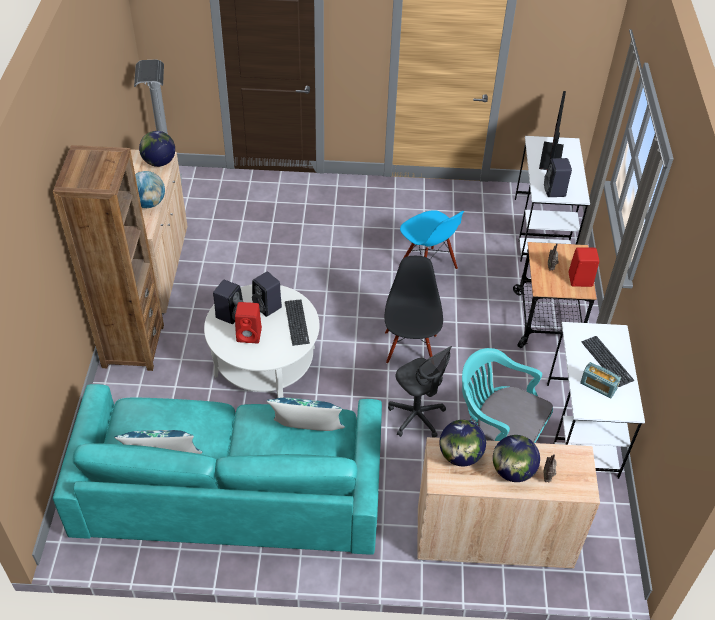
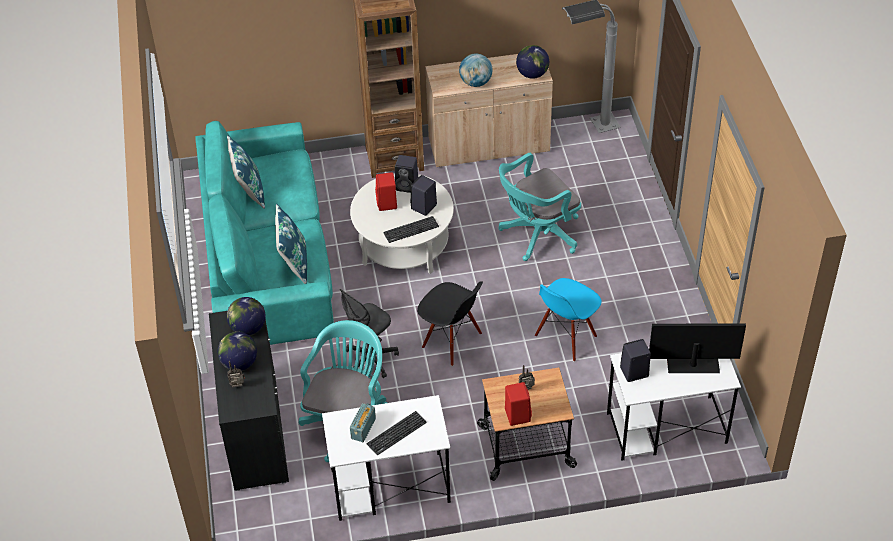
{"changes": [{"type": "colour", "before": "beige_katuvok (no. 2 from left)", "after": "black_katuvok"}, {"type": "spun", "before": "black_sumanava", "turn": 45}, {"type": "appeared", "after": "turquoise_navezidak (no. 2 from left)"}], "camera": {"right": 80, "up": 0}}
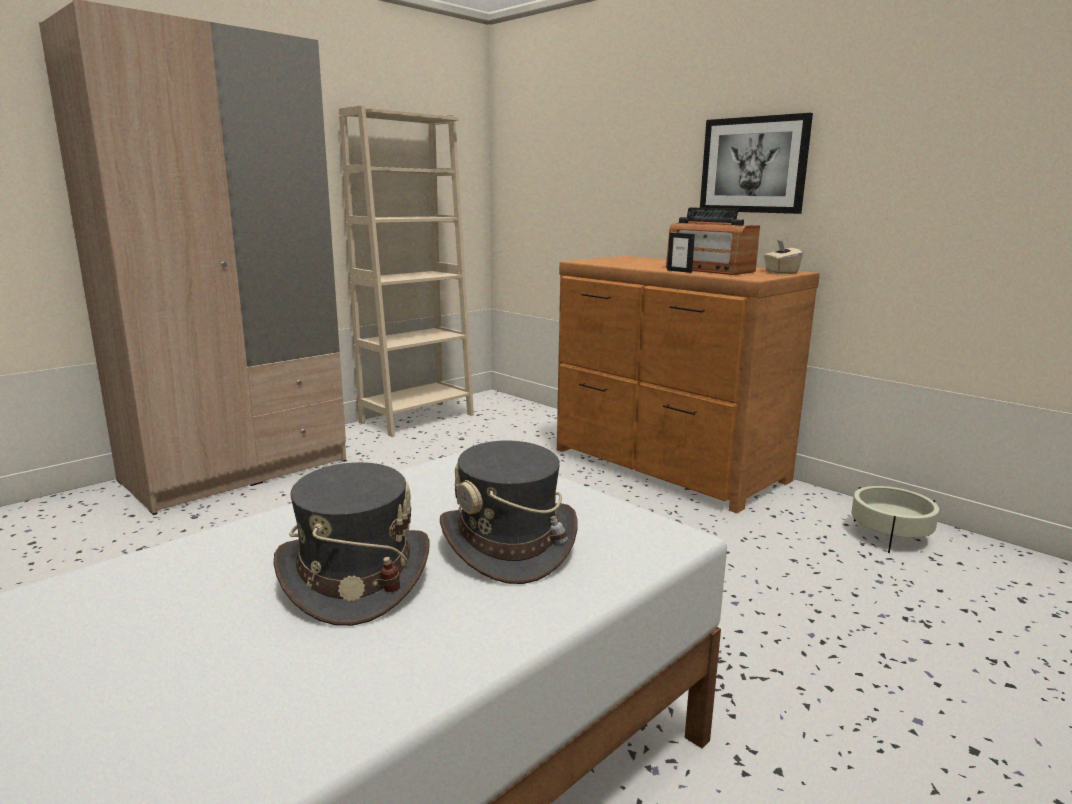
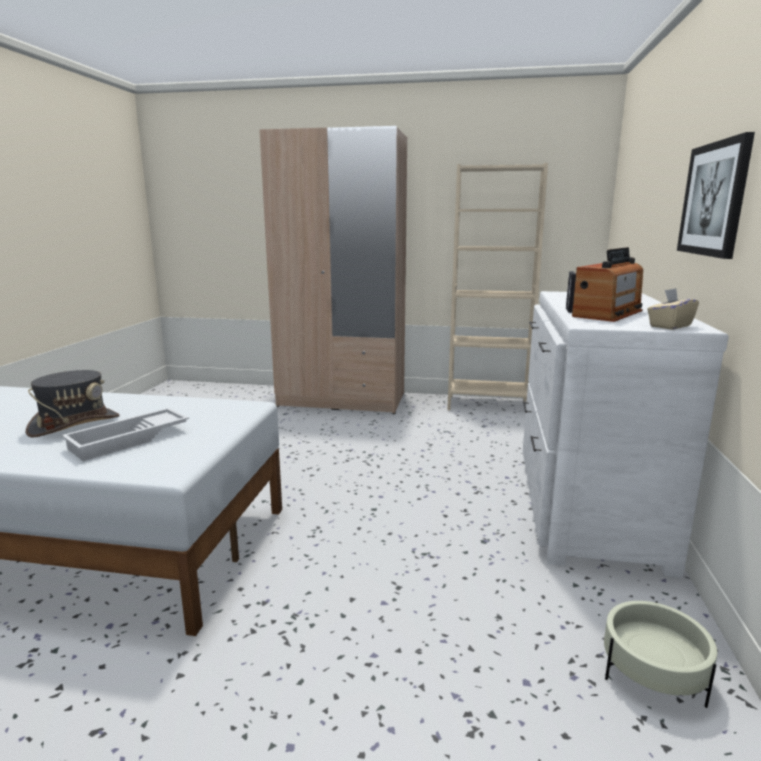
{"changes": [{"type": "exchanged", "before": "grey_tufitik (no. 2 from left)", "after": "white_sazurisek"}, {"type": "colour", "before": "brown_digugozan", "after": "white_digugozan"}, {"type": "spun", "before": "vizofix", "turn": -150}], "camera": {"right": 55, "up": 0}}
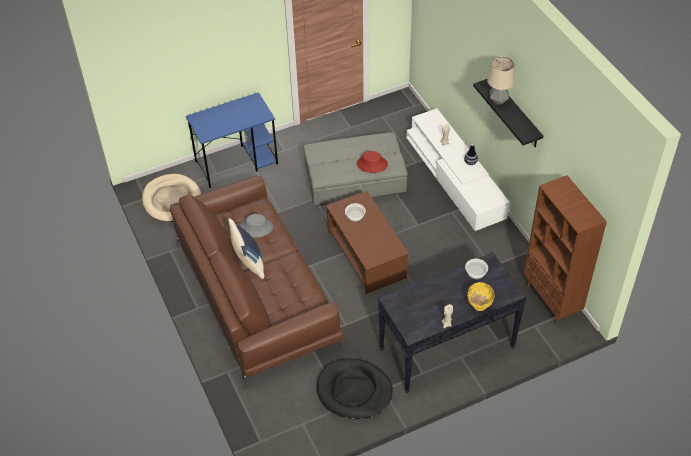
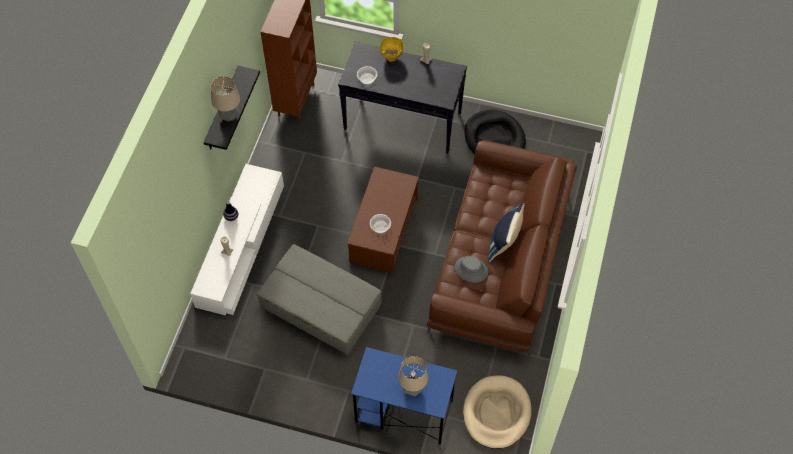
{"changes": [{"type": "appeared", "after": "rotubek (no. 2 from left)"}, {"type": "missing", "before": "red_tufitik"}], "camera": {"right": -140, "up": 10}}
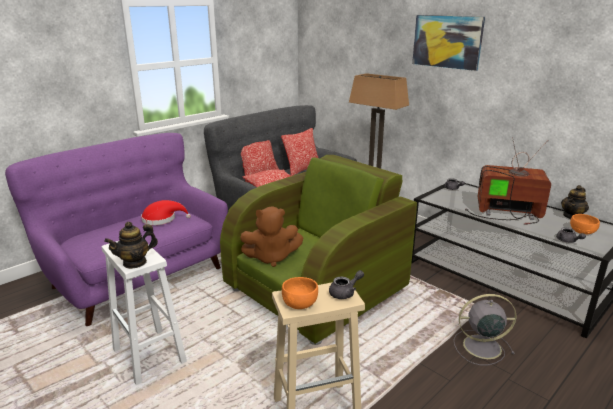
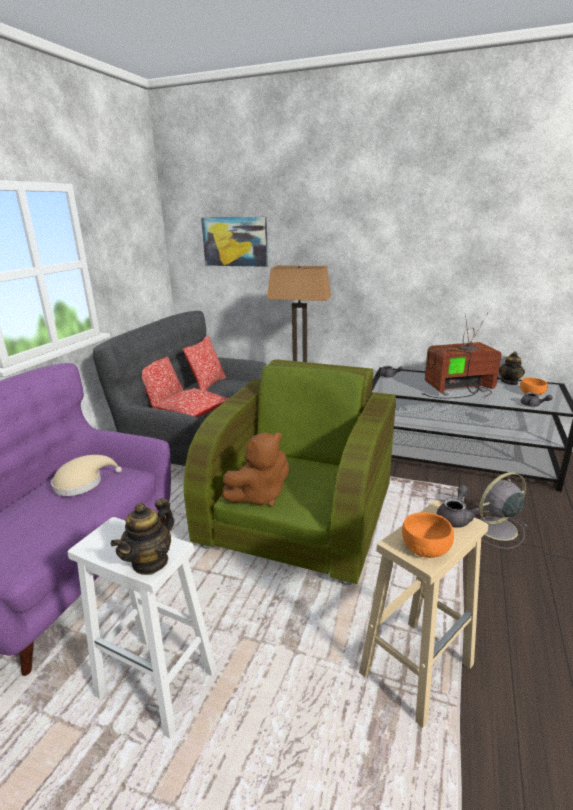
{"changes": [{"type": "colour", "before": "red_tufitik", "after": "beige_tufitik"}, {"type": "relocated", "before": "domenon"}], "camera": {"right": -25, "up": 0}}
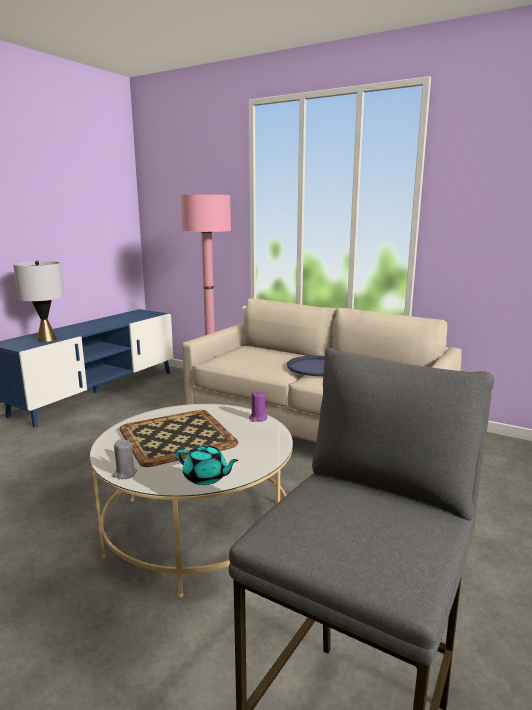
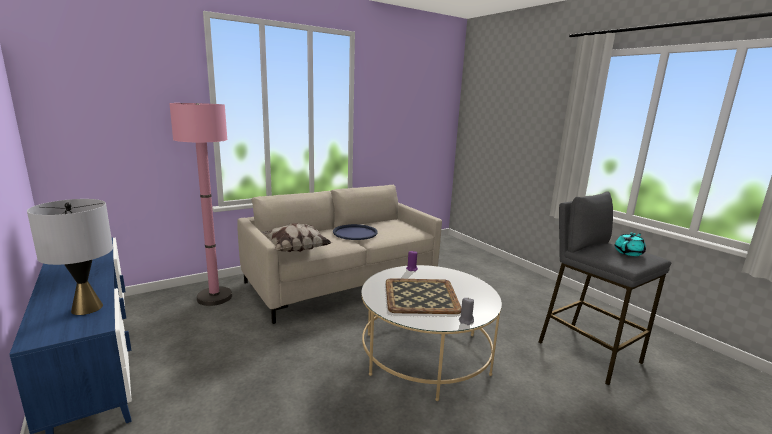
{"changes": [{"type": "appeared", "after": "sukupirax"}, {"type": "relocated", "before": "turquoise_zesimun"}], "camera": {"right": -65, "up": 0}}
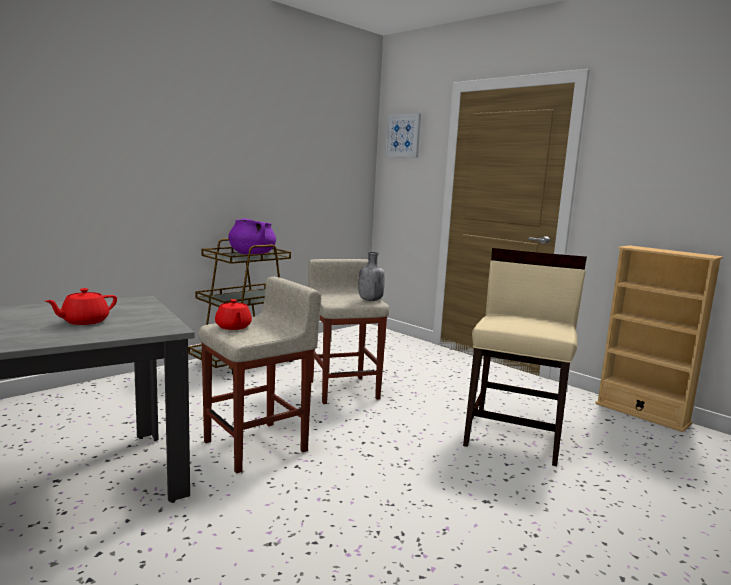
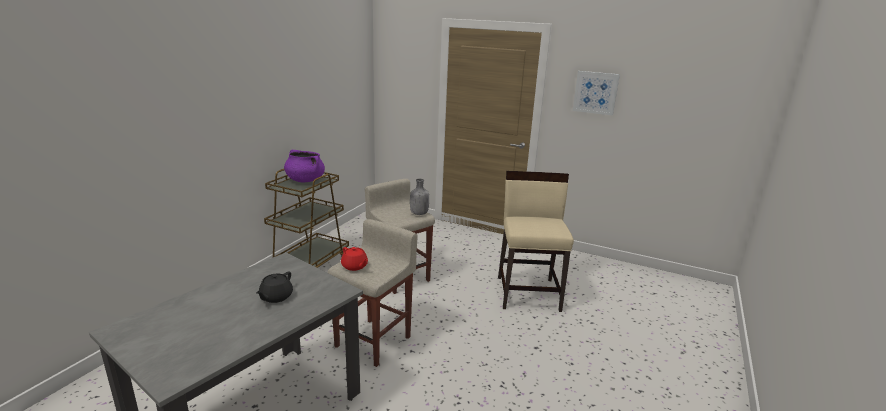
{"changes": [{"type": "colour", "before": "red_zesimun (no. 1 from left)", "after": "black_zesimun"}, {"type": "relocated", "before": "domenon"}, {"type": "missing", "before": "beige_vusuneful"}], "camera": {"right": -20, "up": 10}}
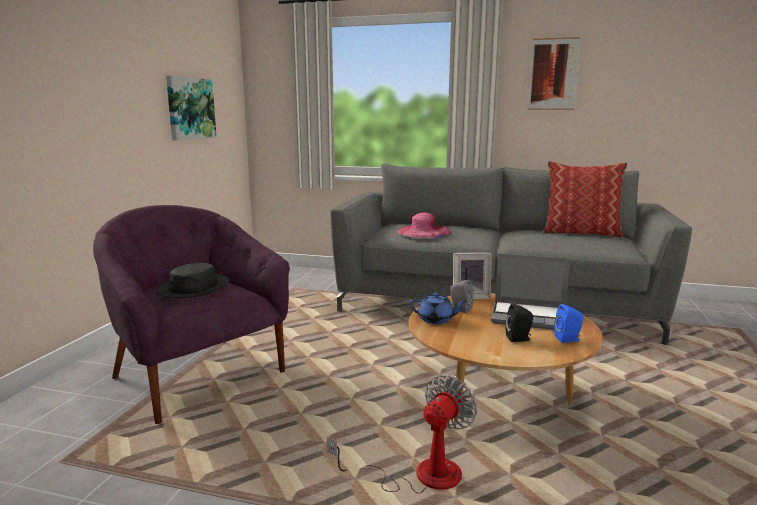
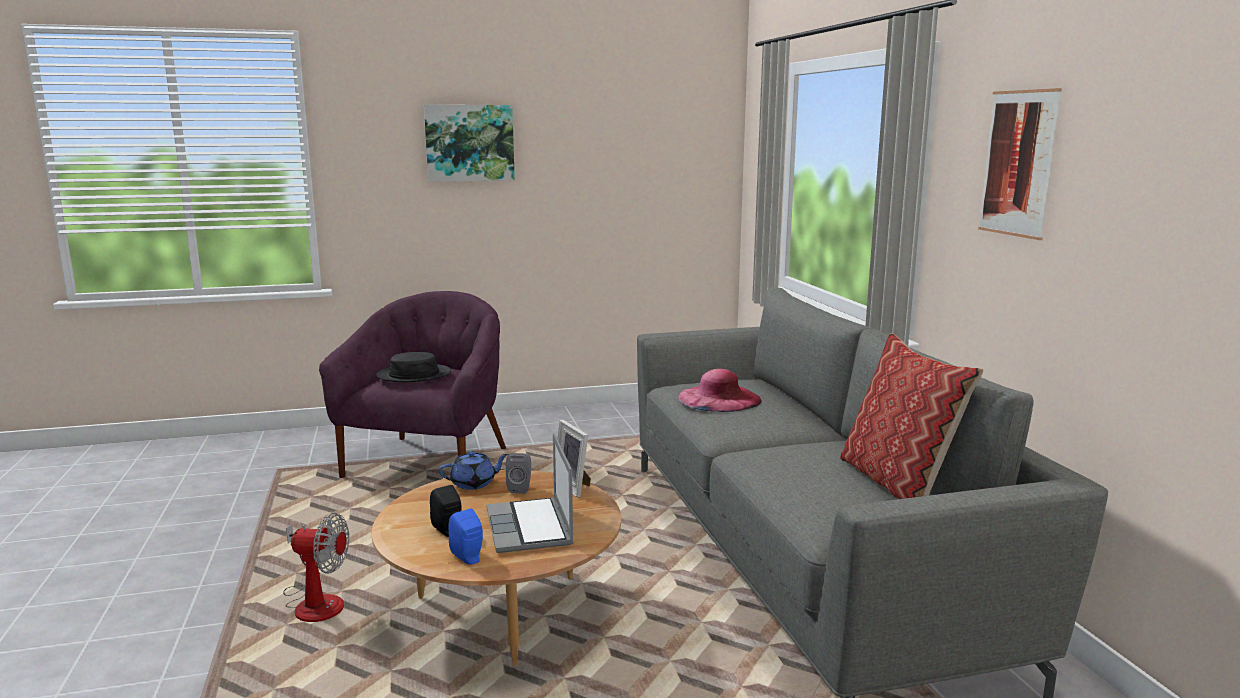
{"changes": [{"type": "relocated", "before": "domenon (no. 1 from left)"}, {"type": "spun", "before": "blue_zesimun", "turn": -90}], "camera": {"right": 60, "up": 0}}
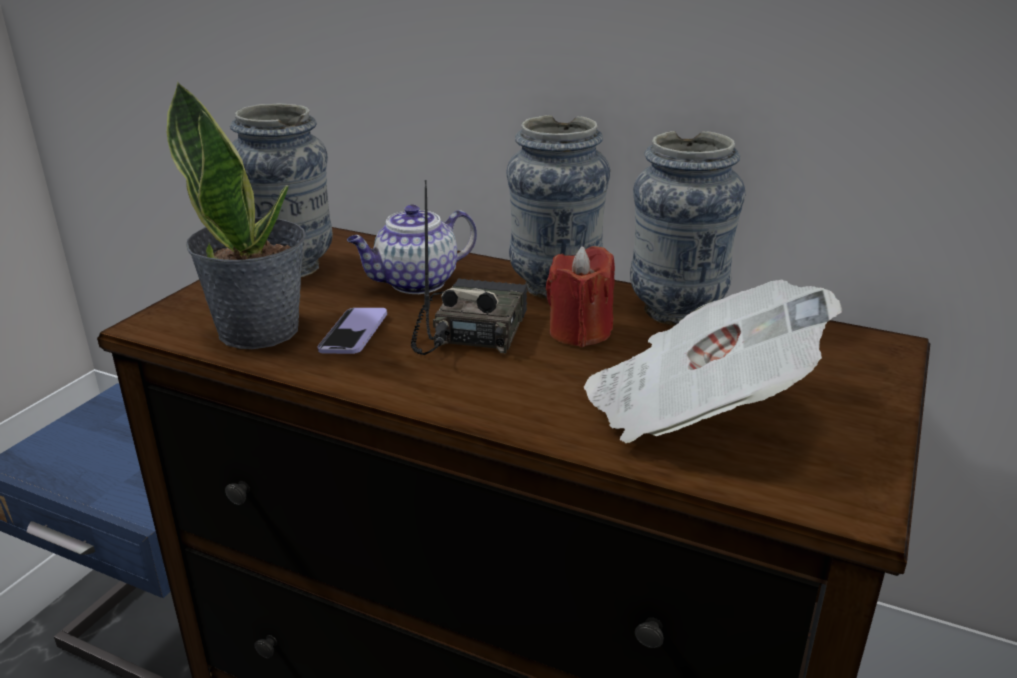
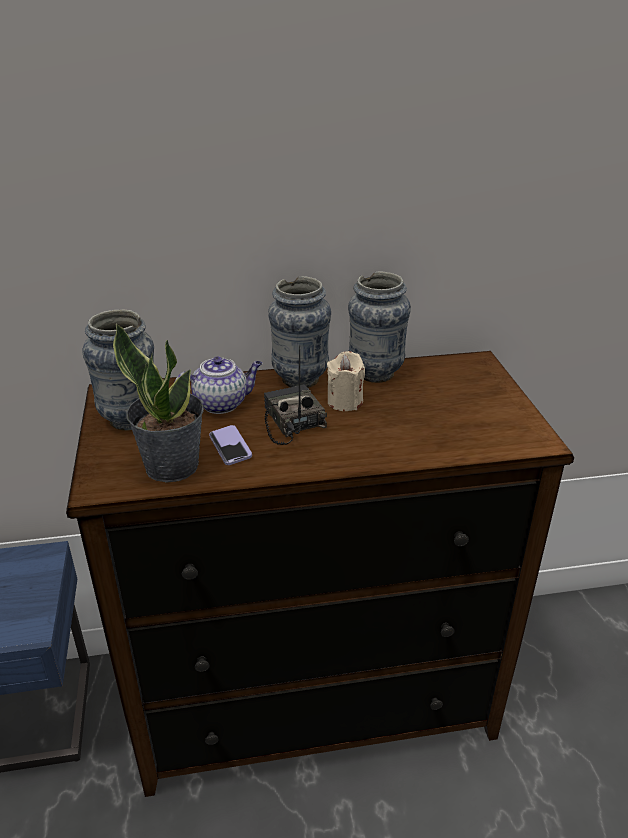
{"changes": [{"type": "spun", "before": "zesimun", "turn": -135}, {"type": "colour", "before": "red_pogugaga", "after": "beige_pogugaga"}, {"type": "missing", "before": "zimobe"}], "camera": {"right": -35, "up": 5}}
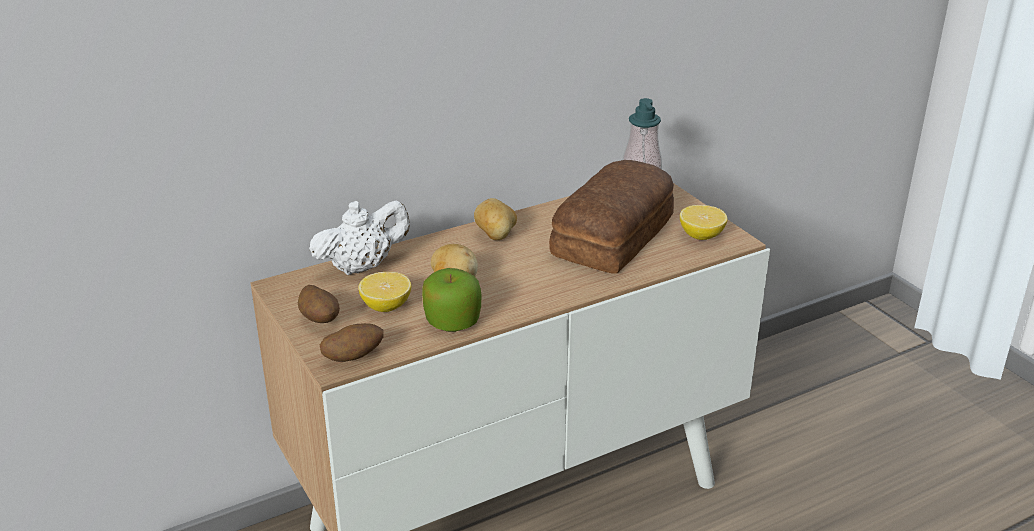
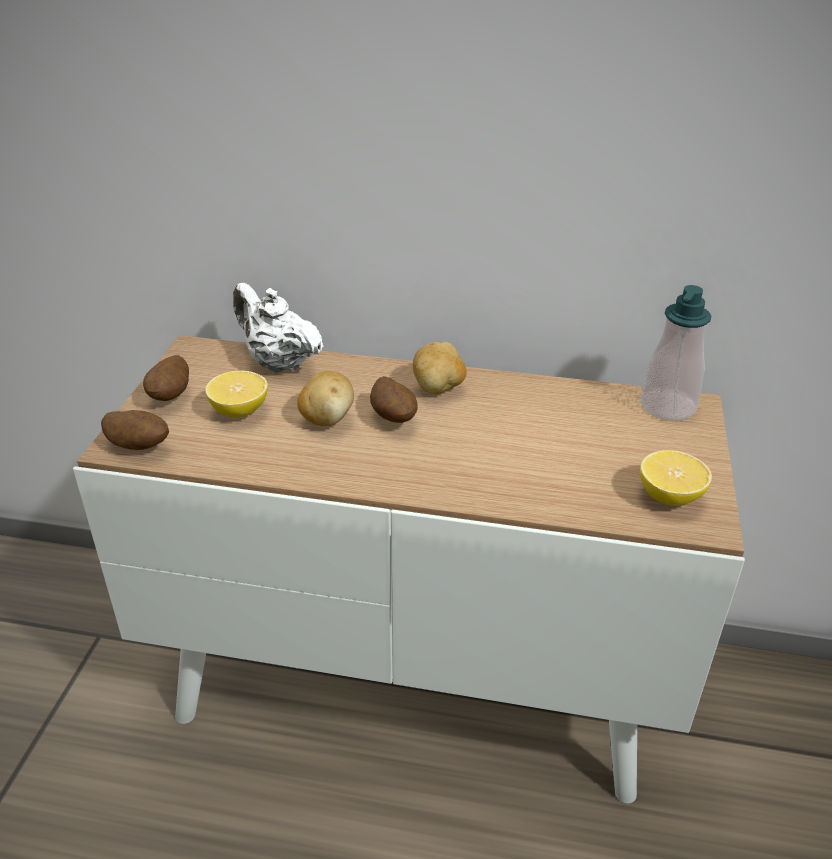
{"changes": [{"type": "spun", "before": "white_zesimun", "turn": -150}, {"type": "appeared", "after": "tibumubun (no. 4 from left)"}, {"type": "missing", "before": "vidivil"}, {"type": "missing", "before": "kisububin"}], "camera": {"right": 40, "up": 5}}
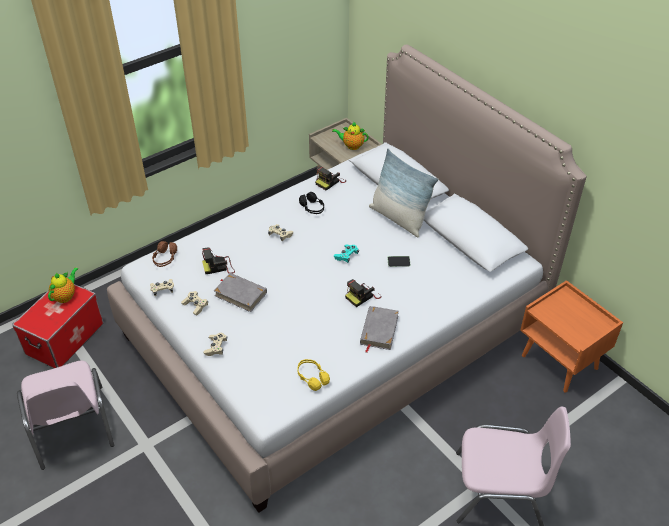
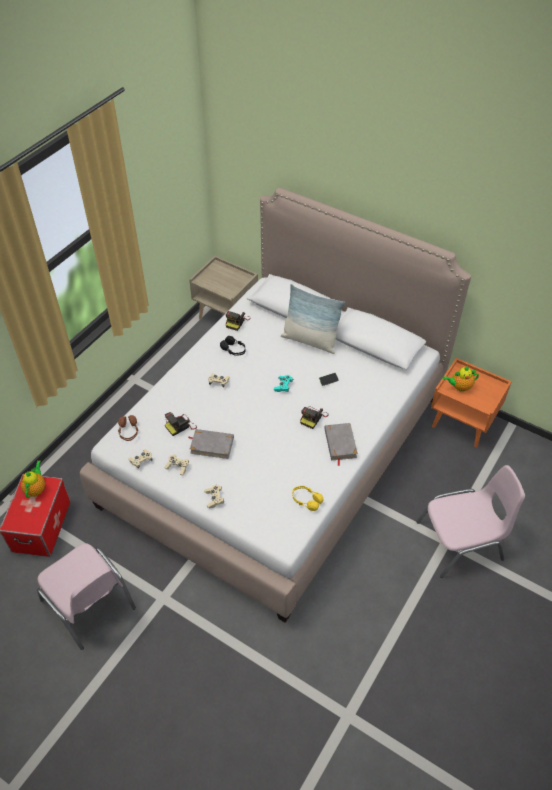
{"changes": [{"type": "relocated", "before": "zesimun (no. 2 from left)"}], "camera": {"right": -20, "up": 5}}
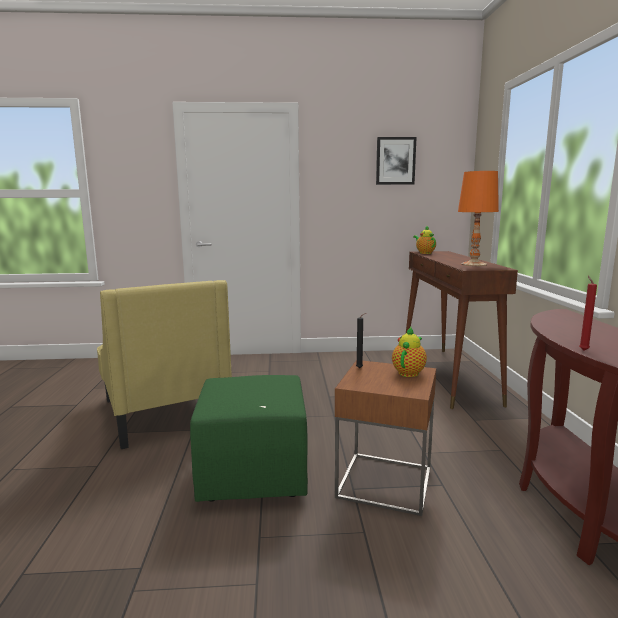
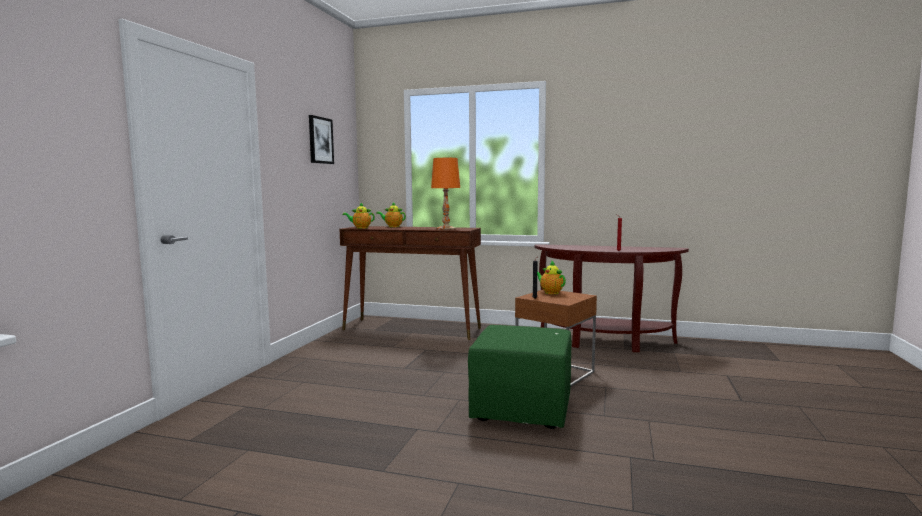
{"changes": [{"type": "appeared", "after": "zesimun (no. 2 from left)"}, {"type": "missing", "before": "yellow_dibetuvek"}], "camera": {"right": -70, "up": -5}}
